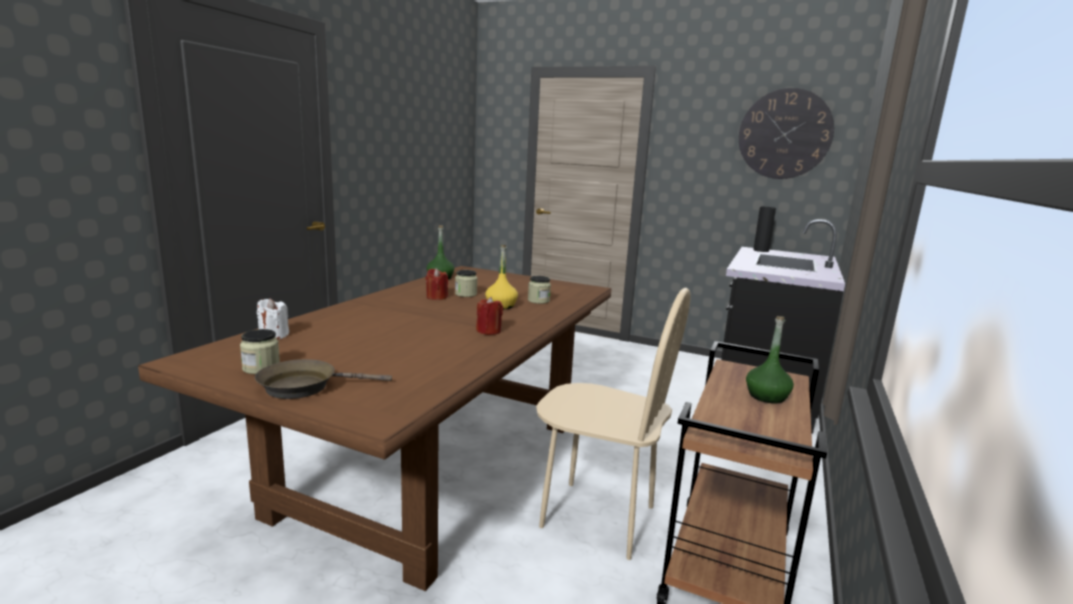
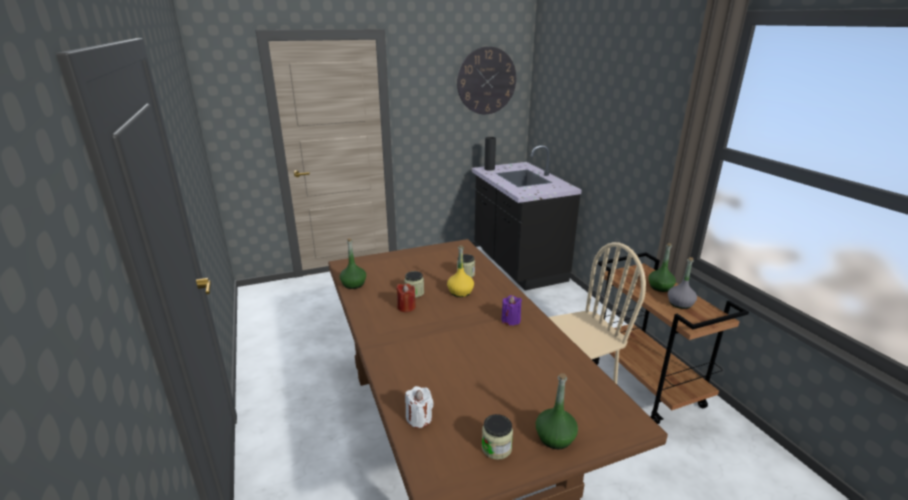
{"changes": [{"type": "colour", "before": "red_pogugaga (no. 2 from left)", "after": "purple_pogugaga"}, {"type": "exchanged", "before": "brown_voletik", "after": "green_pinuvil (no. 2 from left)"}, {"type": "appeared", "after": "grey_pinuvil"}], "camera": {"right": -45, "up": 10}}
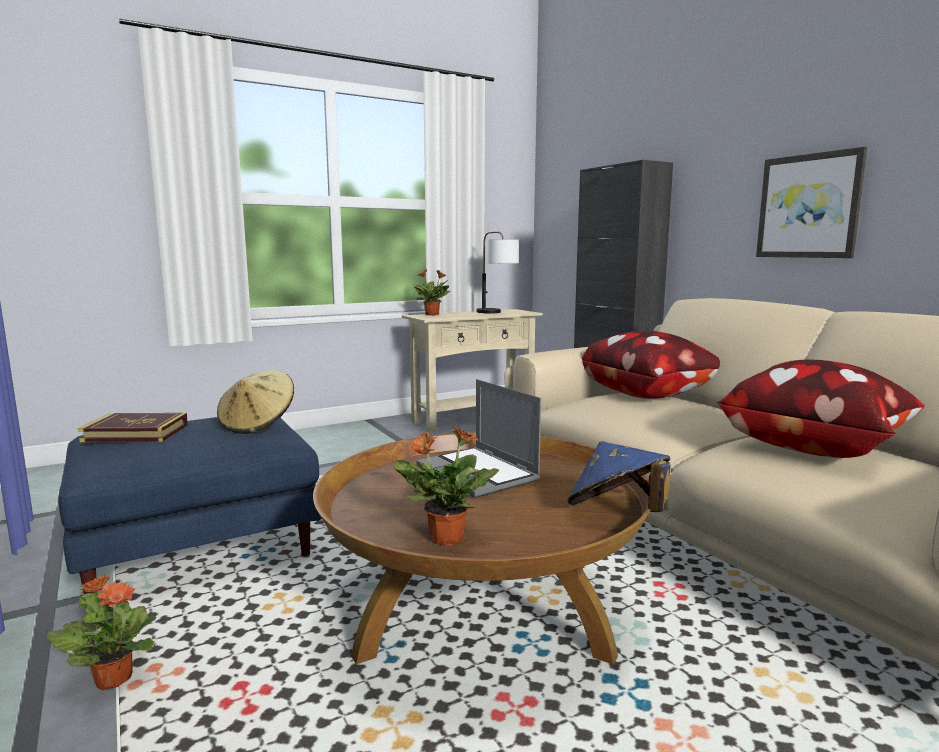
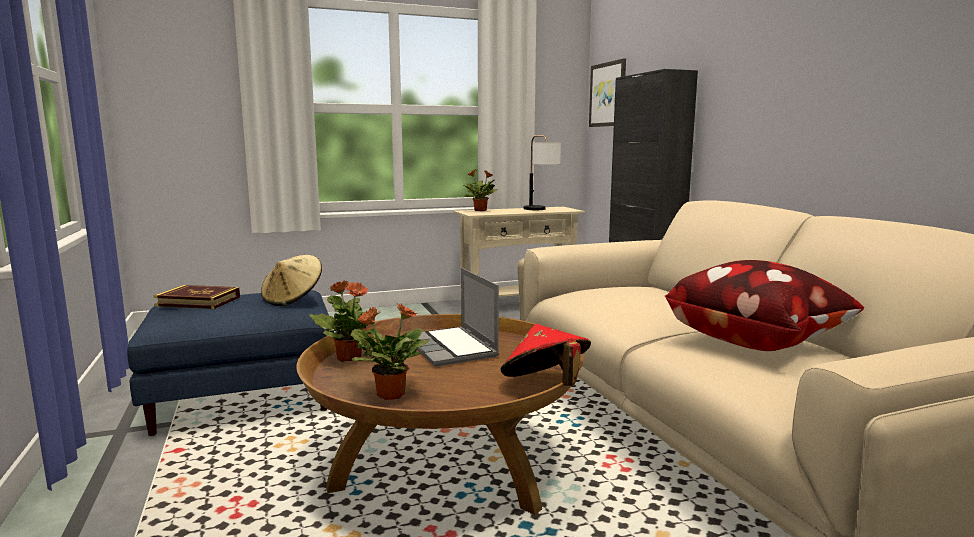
{"changes": [{"type": "relocated", "before": "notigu (no. 1 from left)"}, {"type": "colour", "before": "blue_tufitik", "after": "red_tufitik"}, {"type": "relocated", "before": "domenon"}, {"type": "missing", "before": "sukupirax (no. 1 from left)"}], "camera": {"right": 10, "up": 0}}
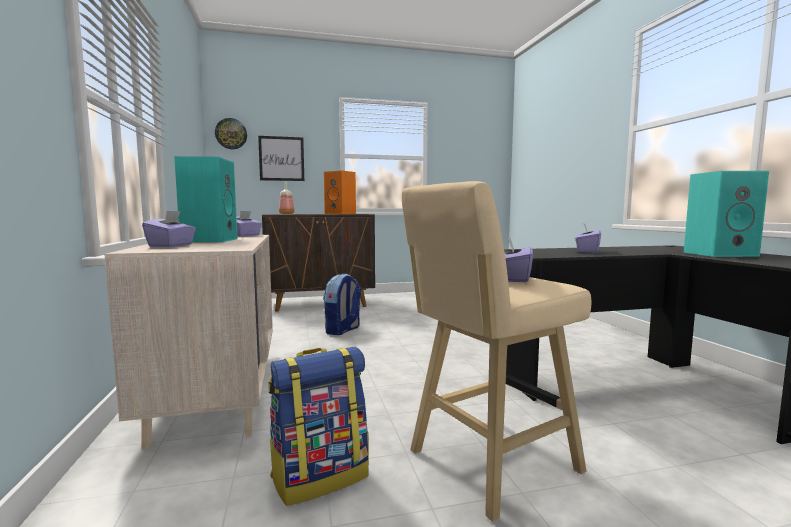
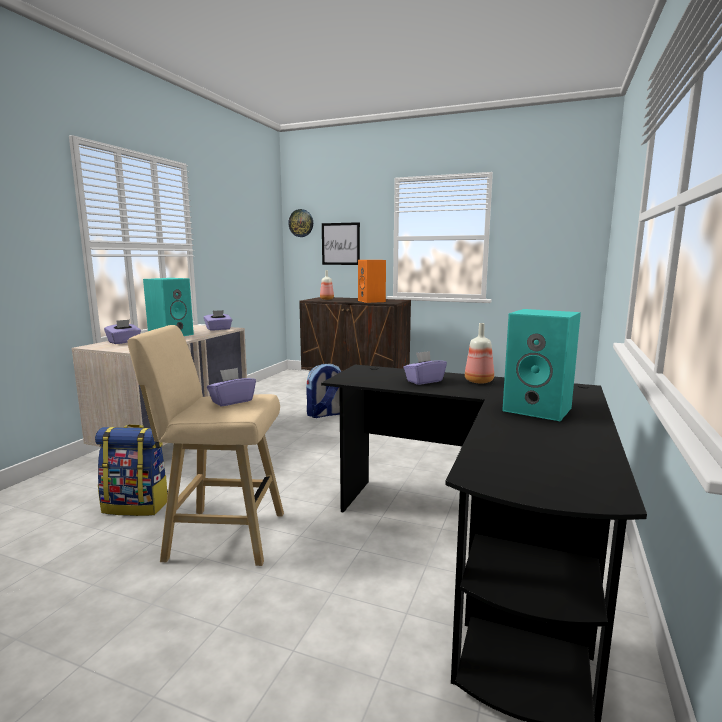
{"changes": [{"type": "appeared", "after": "pinuvil (no. 2 from left)"}], "camera": {"right": 35, "up": 5}}
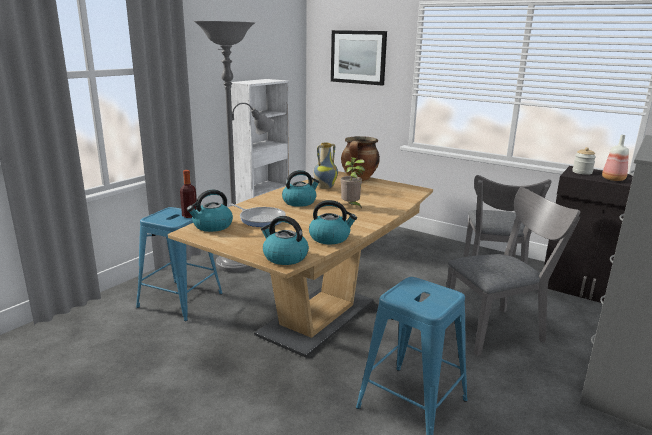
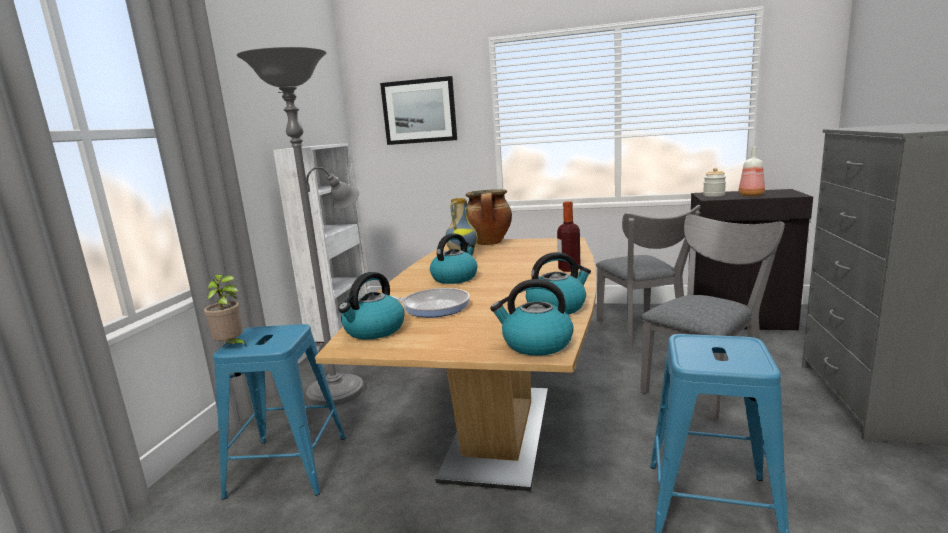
{"changes": [{"type": "relocated", "before": "notigu"}, {"type": "relocated", "before": "pinuvil (no. 1 from left)"}], "camera": {"right": -20, "up": -5}}
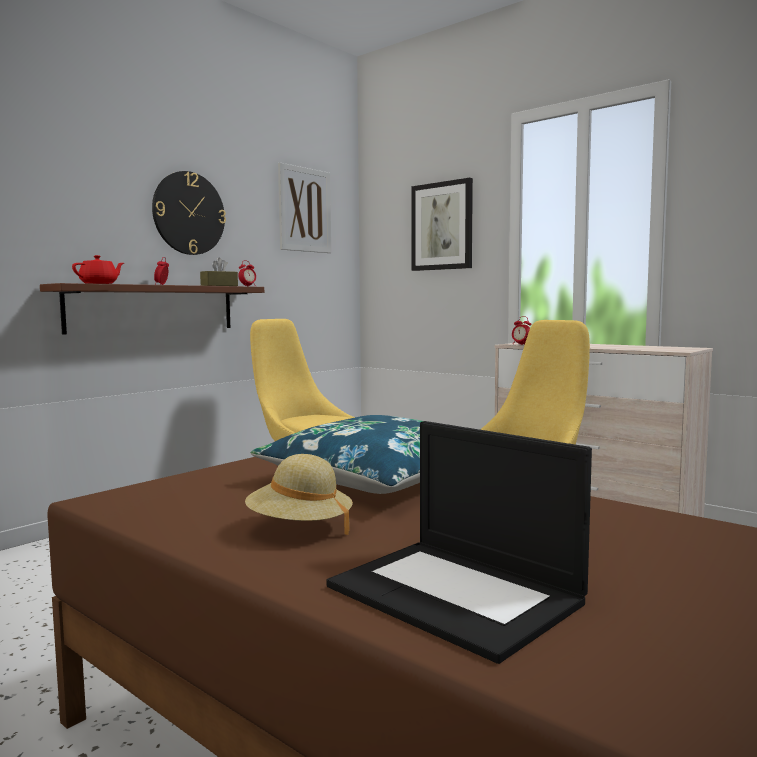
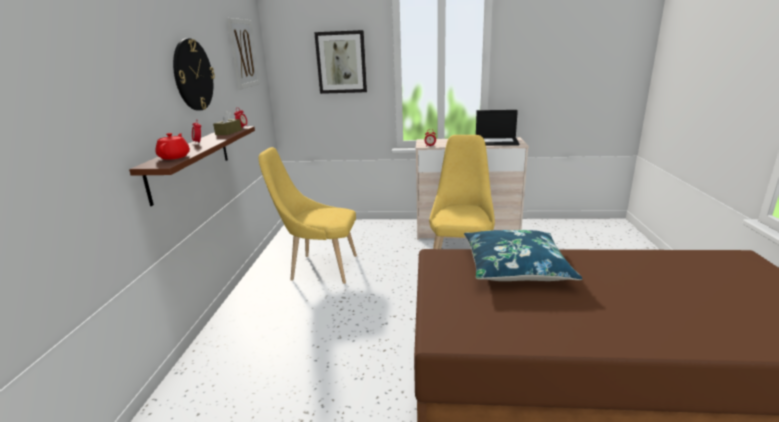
{"changes": [{"type": "relocated", "before": "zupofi"}, {"type": "missing", "before": "beige_tufitik"}], "camera": {"right": -35, "up": 15}}
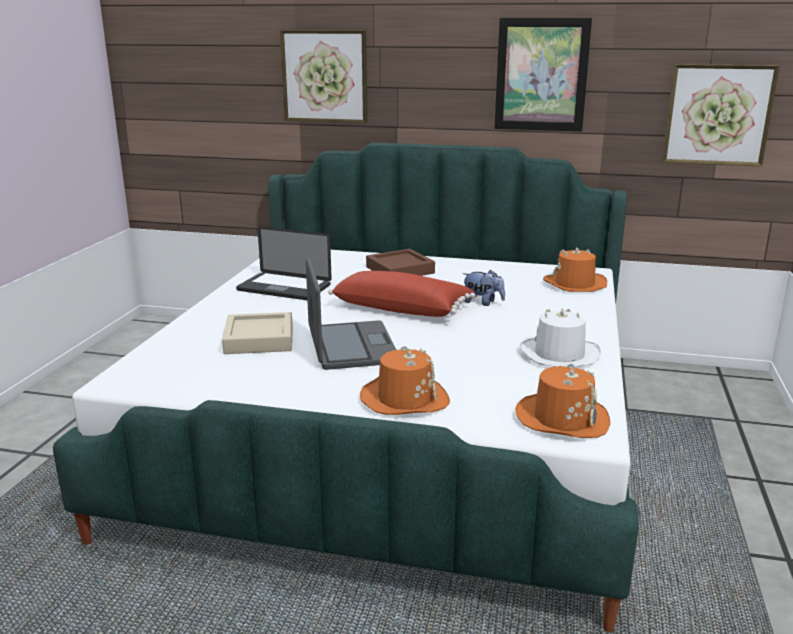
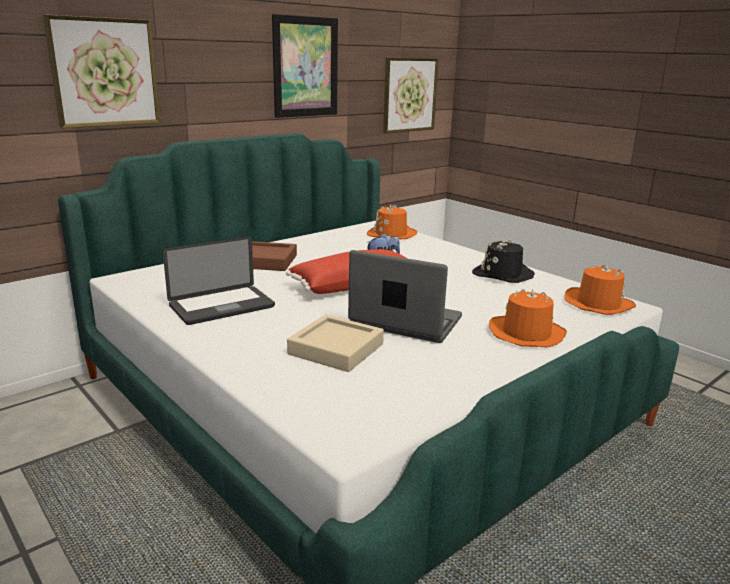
{"changes": [{"type": "colour", "before": "white_tufitik", "after": "black_tufitik"}], "camera": {"right": -55, "up": 0}}
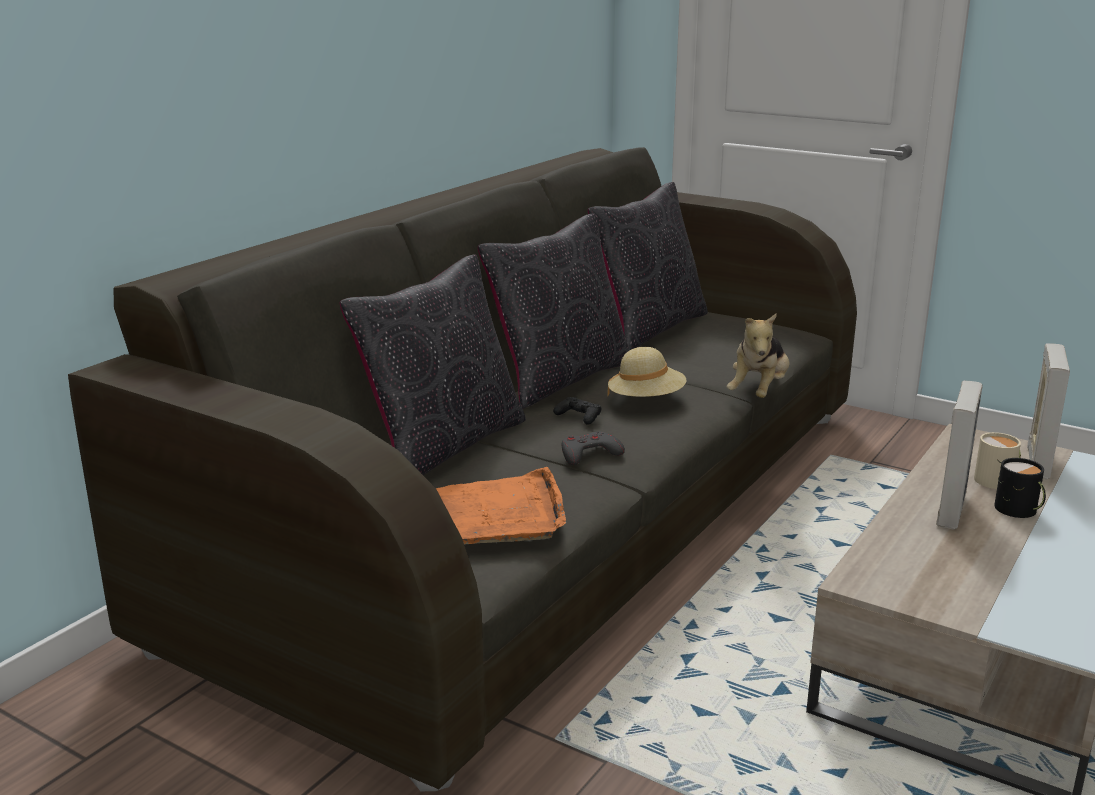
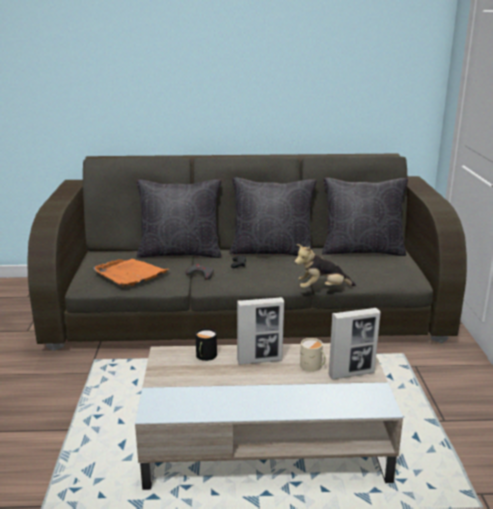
{"changes": [{"type": "relocated", "before": "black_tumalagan"}, {"type": "missing", "before": "beige_tufitik"}], "camera": {"right": 55, "up": 0}}
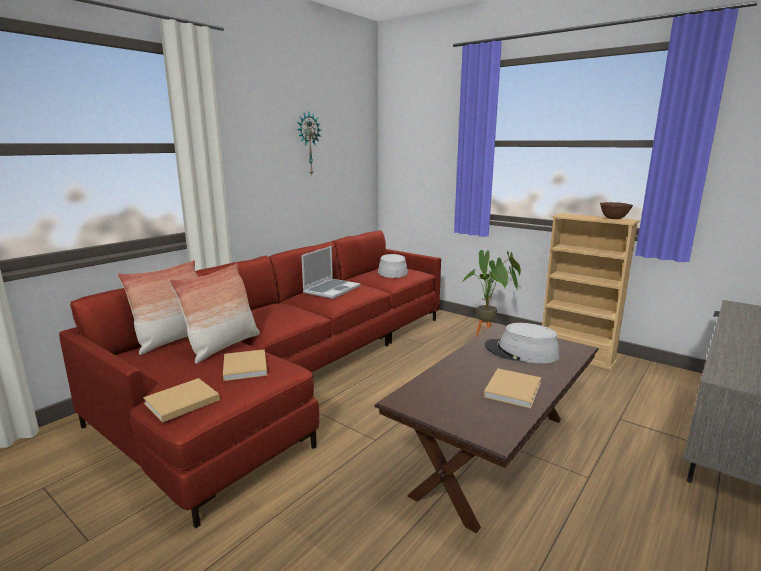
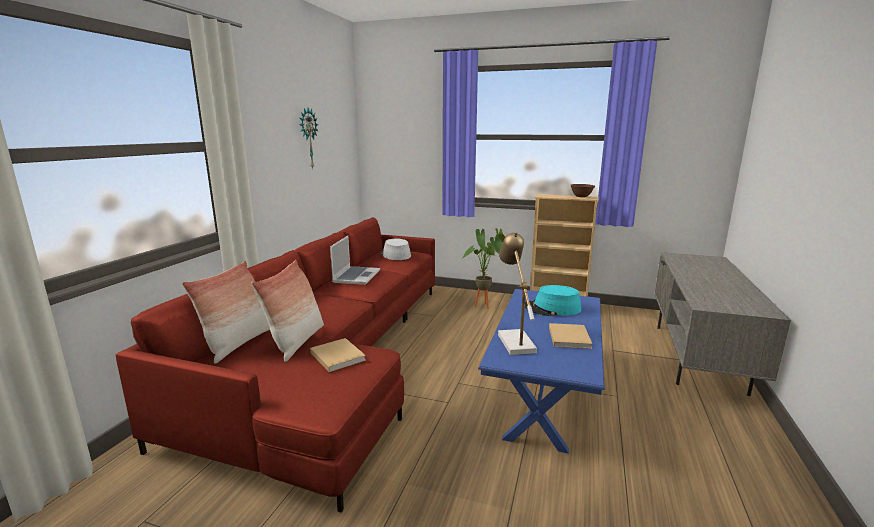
{"changes": [{"type": "colour", "before": "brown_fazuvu", "after": "blue_fazuvu"}, {"type": "appeared", "after": "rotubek"}, {"type": "colour", "before": "grey_tufitik (no. 2 from left)", "after": "turquoise_tufitik"}, {"type": "missing", "before": "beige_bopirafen (no. 1 from left)"}], "camera": {"right": -20, "up": 0}}
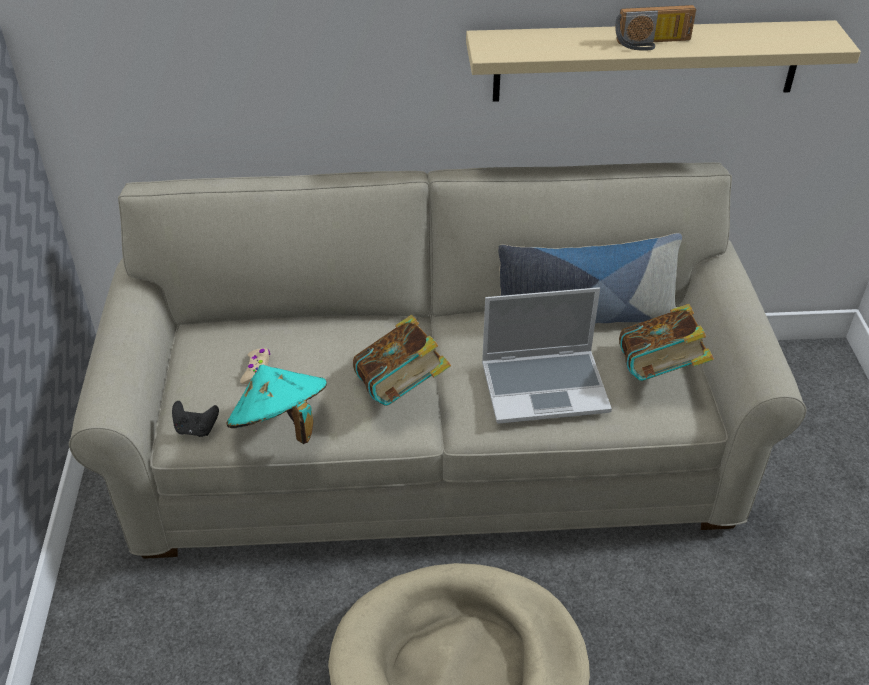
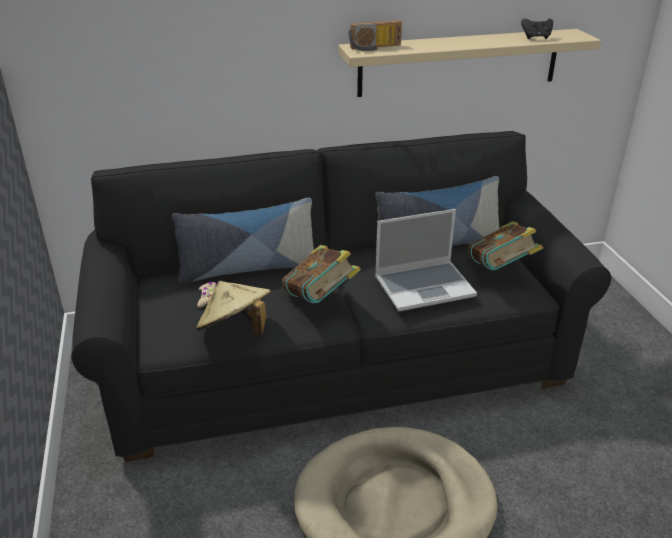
{"changes": [{"type": "colour", "before": "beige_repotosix", "after": "black_repotosix"}, {"type": "appeared", "after": "sukupirax (no. 1 from left)"}, {"type": "colour", "before": "turquoise_tufitik", "after": "beige_tufitik"}, {"type": "relocated", "before": "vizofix"}, {"type": "relocated", "before": "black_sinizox"}], "camera": {"right": -10, "up": -10}}
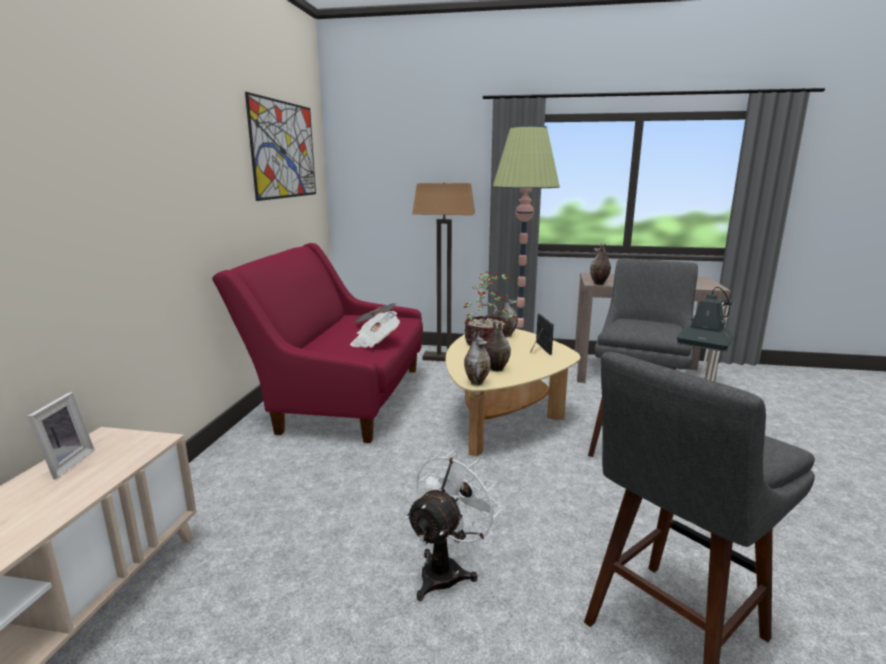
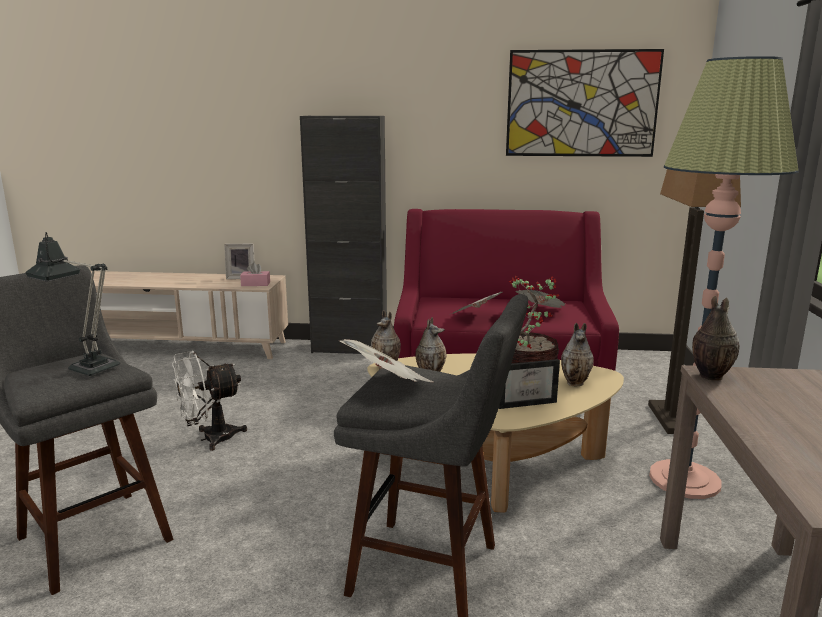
{"changes": [{"type": "spun", "before": "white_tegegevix", "turn": 120}, {"type": "appeared", "after": "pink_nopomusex"}, {"type": "appeared", "after": "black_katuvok"}, {"type": "appeared", "after": "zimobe (no. 1 from left)"}], "camera": {"right": 85, "up": 0}}
